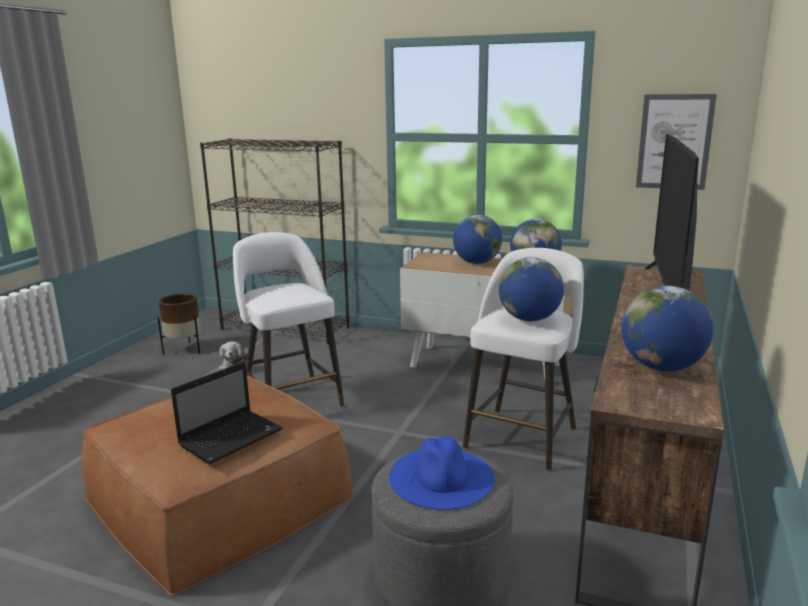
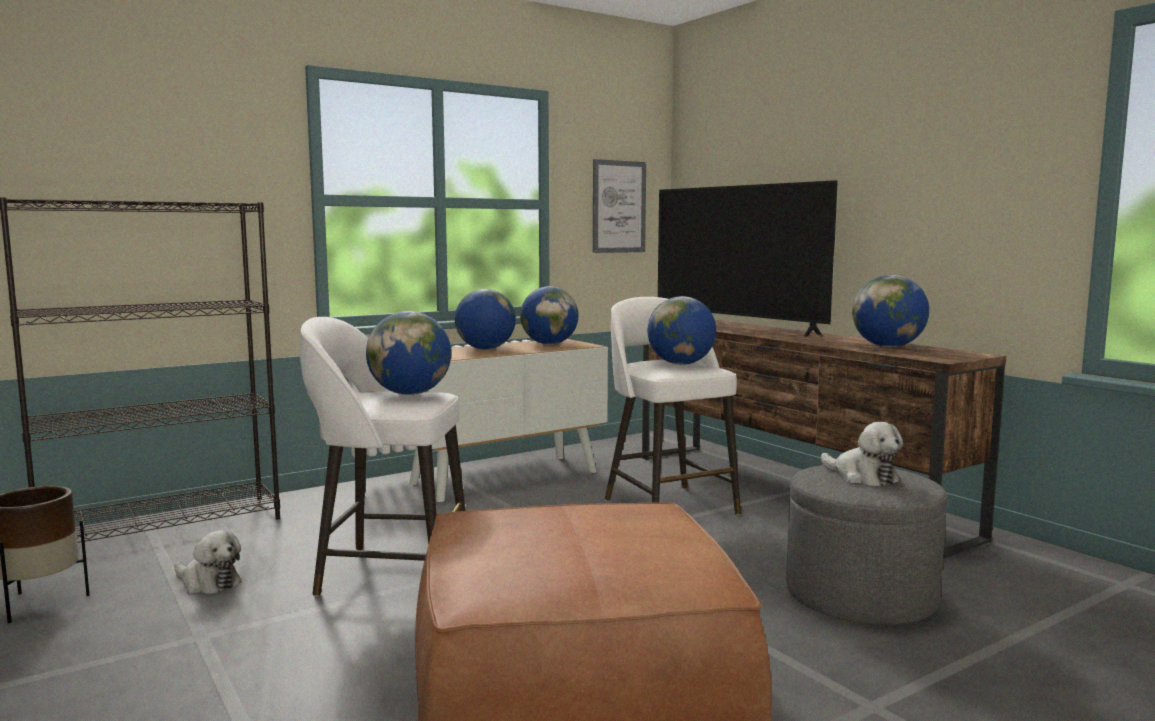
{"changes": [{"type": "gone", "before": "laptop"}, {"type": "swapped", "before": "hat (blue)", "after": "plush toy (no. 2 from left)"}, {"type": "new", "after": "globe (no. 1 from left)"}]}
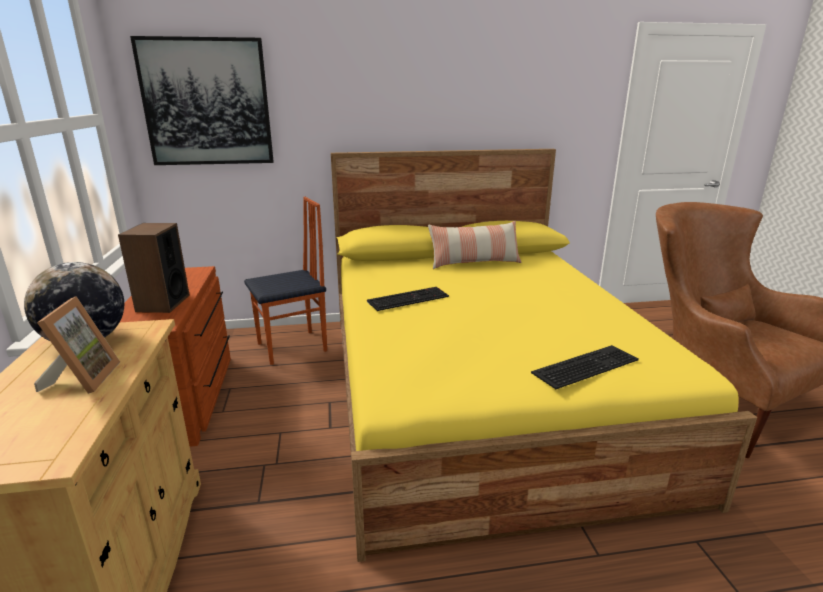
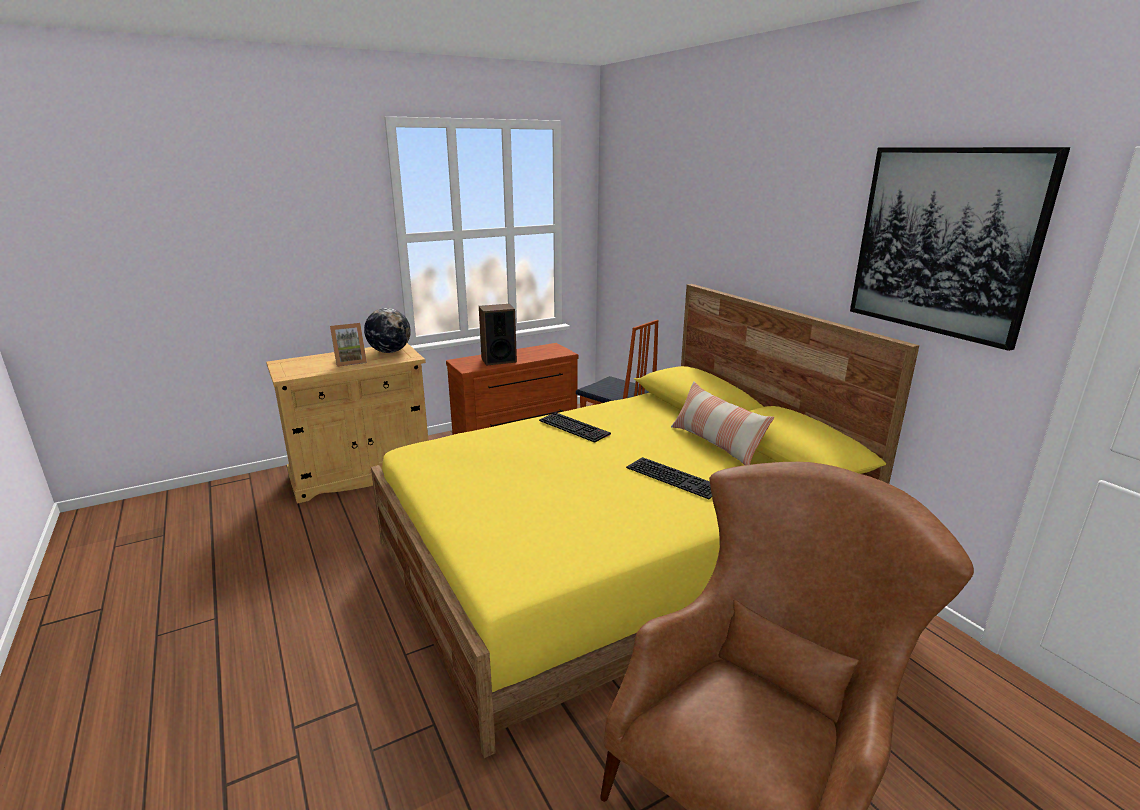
{"changes": [{"type": "shifted", "before": "picture"}, {"type": "shifted", "before": "keyboard (no. 2 from left)"}]}
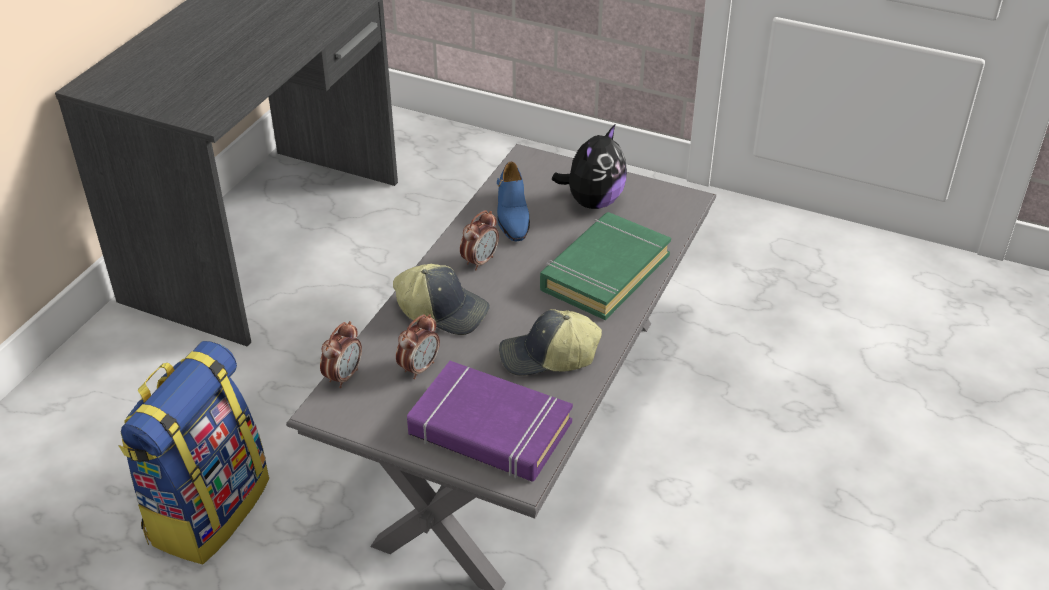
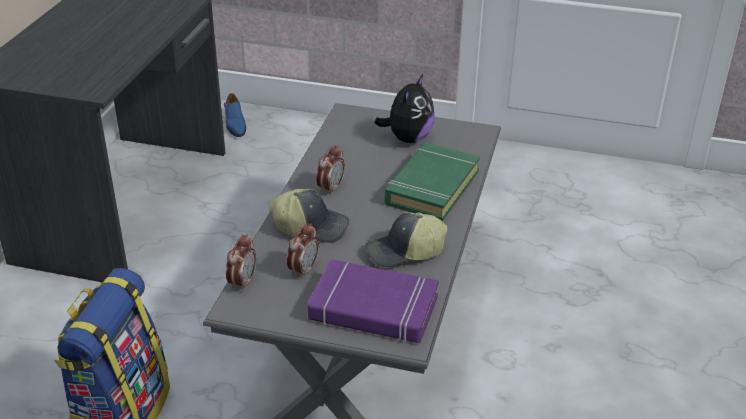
{"changes": [{"type": "shifted", "before": "shoe (blue)"}]}
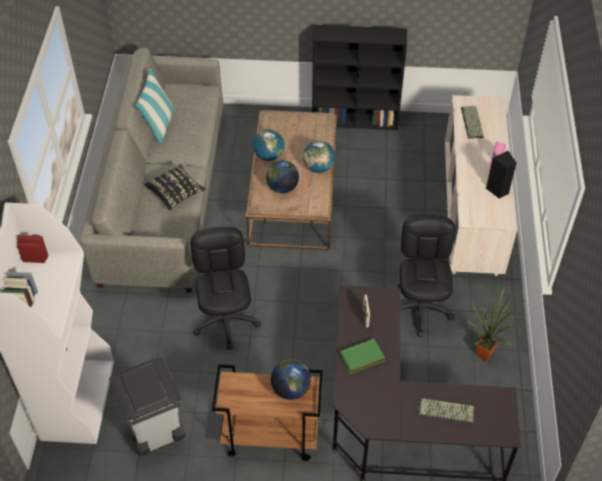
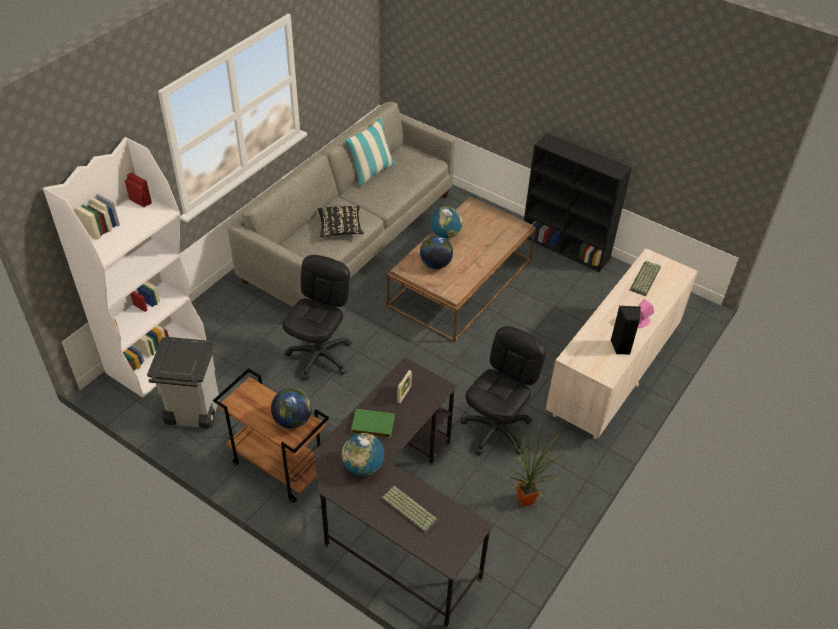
{"changes": [{"type": "shifted", "before": "globe (no. 4 from left in the first image)", "after": "globe (no. 2 from left)"}]}
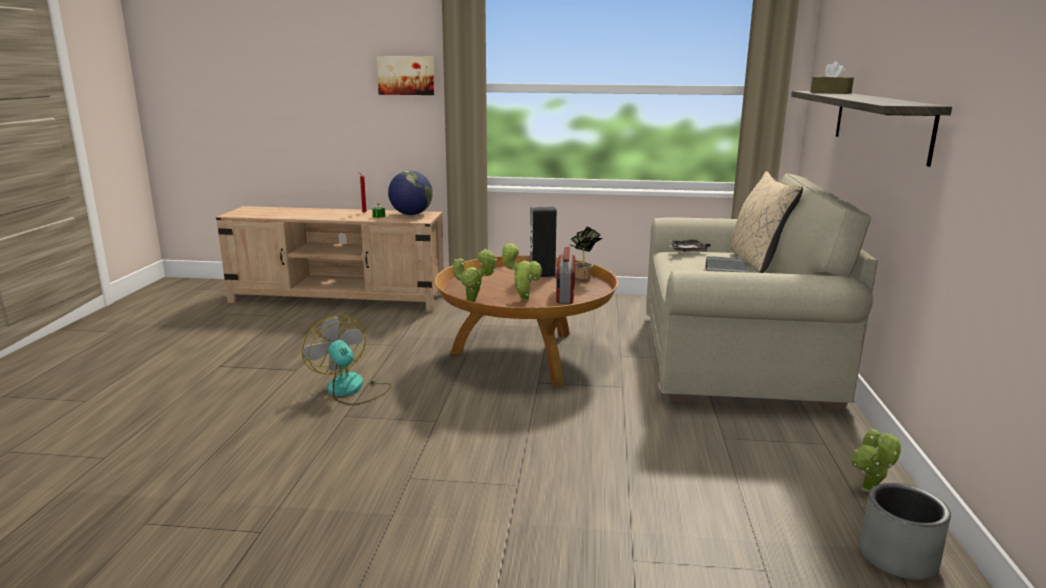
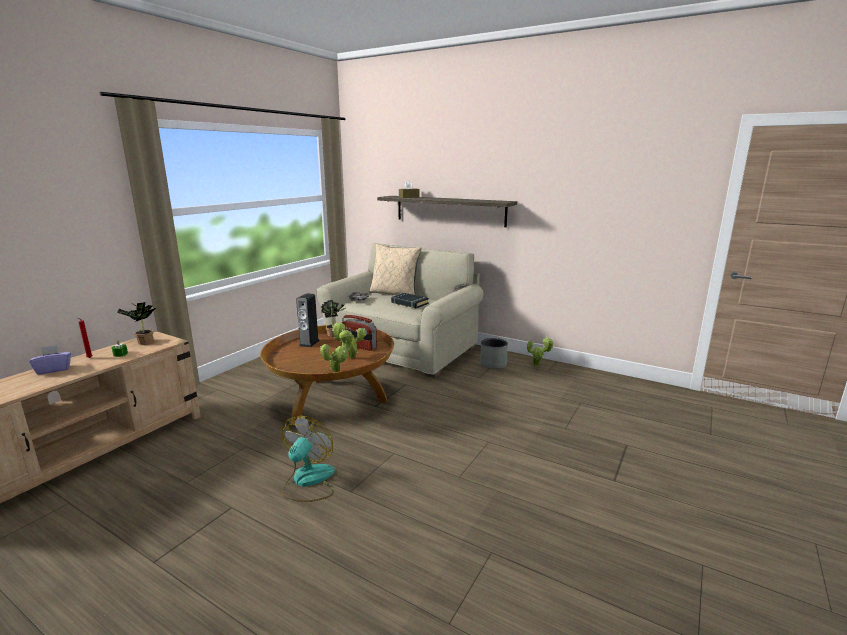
{"changes": [{"type": "rotated", "before": "fan", "turn": 120}, {"type": "gone", "before": "picture"}, {"type": "swapped", "before": "globe", "after": "potted plant (no. 1 from left)"}, {"type": "shifted", "before": "planter (grey)"}, {"type": "new", "after": "tissue box (purple)"}]}
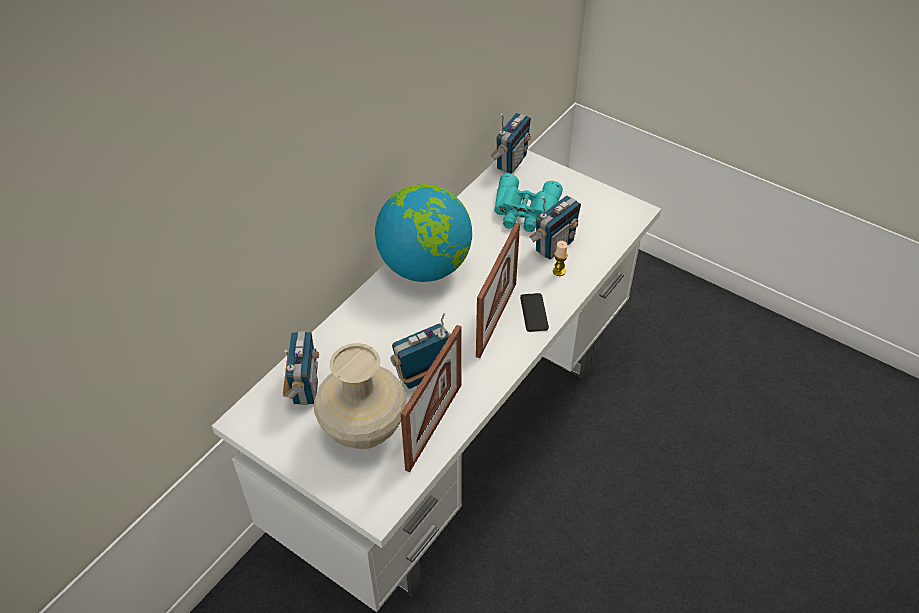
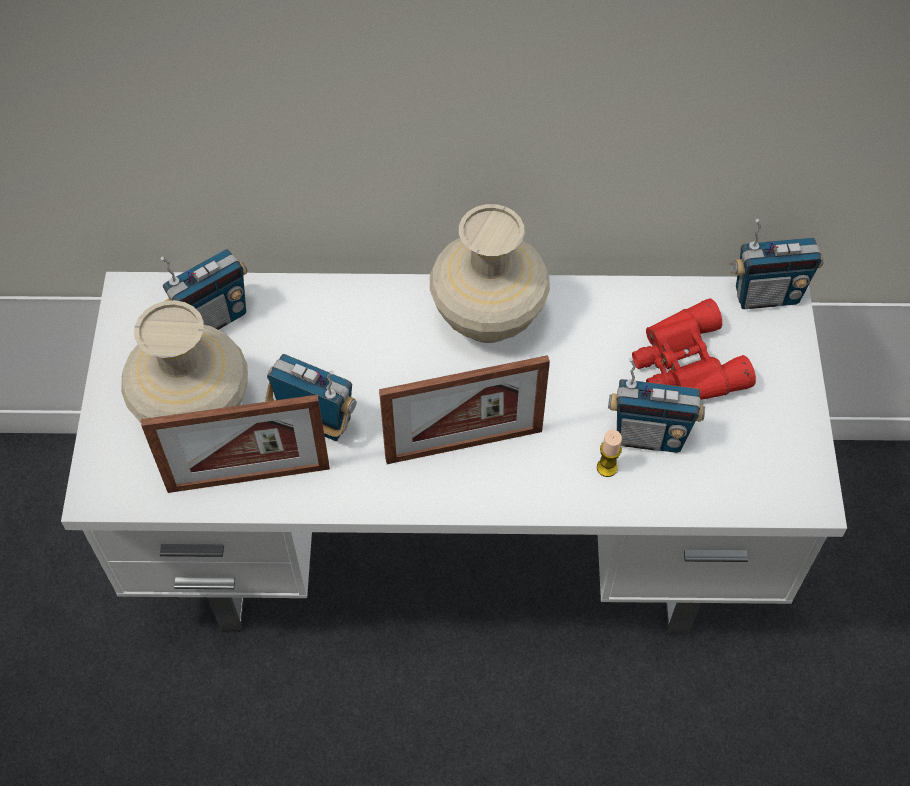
{"changes": [{"type": "swapped", "before": "globe", "after": "vase (beige) (no. 2 from left)"}, {"type": "repainted", "before": "binoculars (turquoise)", "after": "binoculars (red)"}, {"type": "gone", "before": "phone"}]}
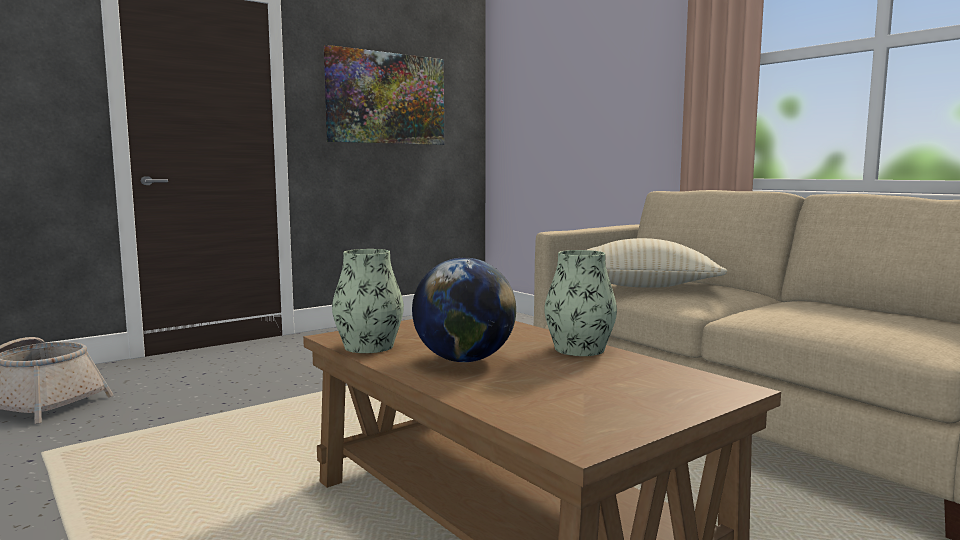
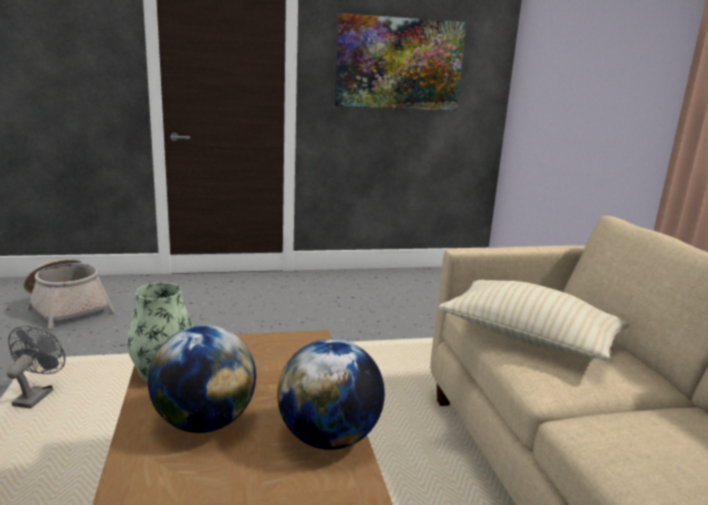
{"changes": [{"type": "swapped", "before": "vase (no. 2 from left)", "after": "globe (no. 2 from left)"}, {"type": "new", "after": "fan (grey)"}]}
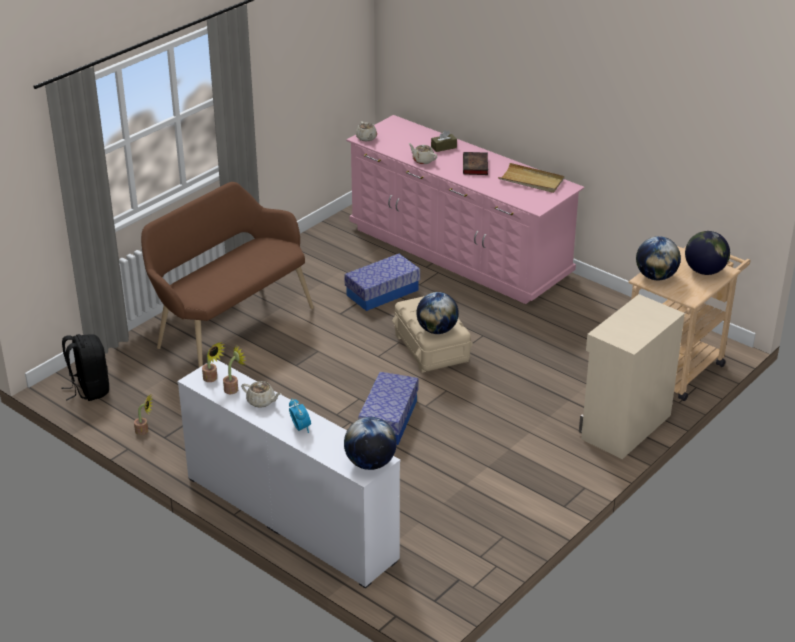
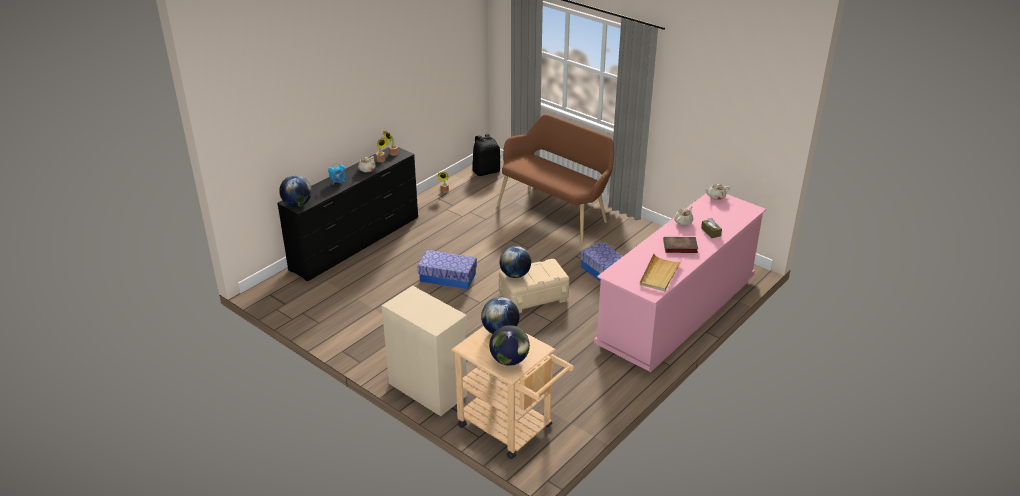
{"changes": [{"type": "repainted", "before": "dresser (white)", "after": "dresser (black)"}]}
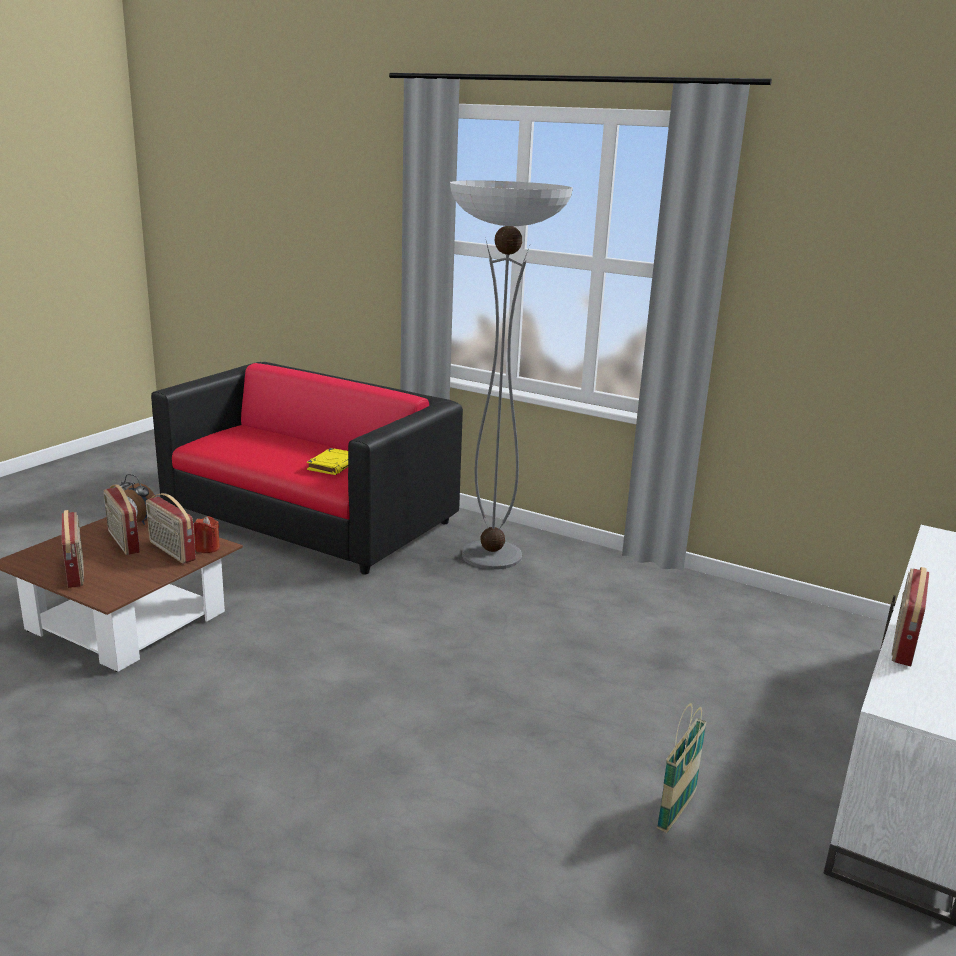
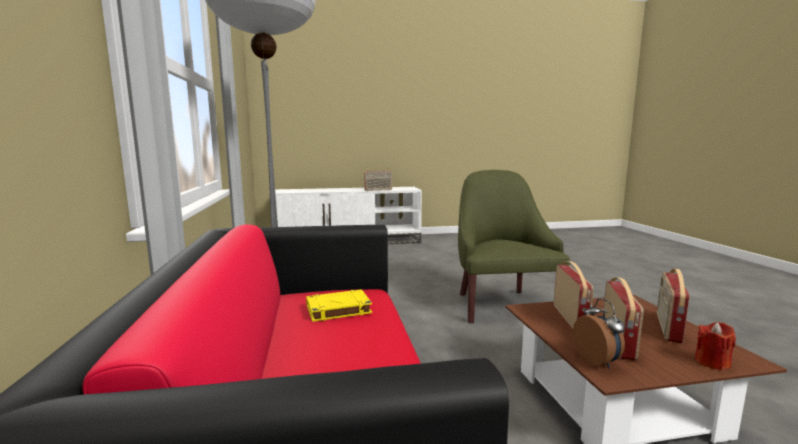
{"changes": [{"type": "shifted", "before": "candle (red)"}, {"type": "gone", "before": "basket"}, {"type": "new", "after": "armchair (green)"}]}
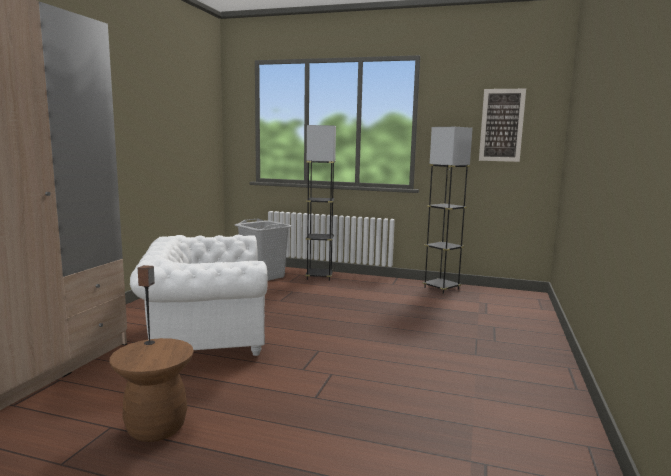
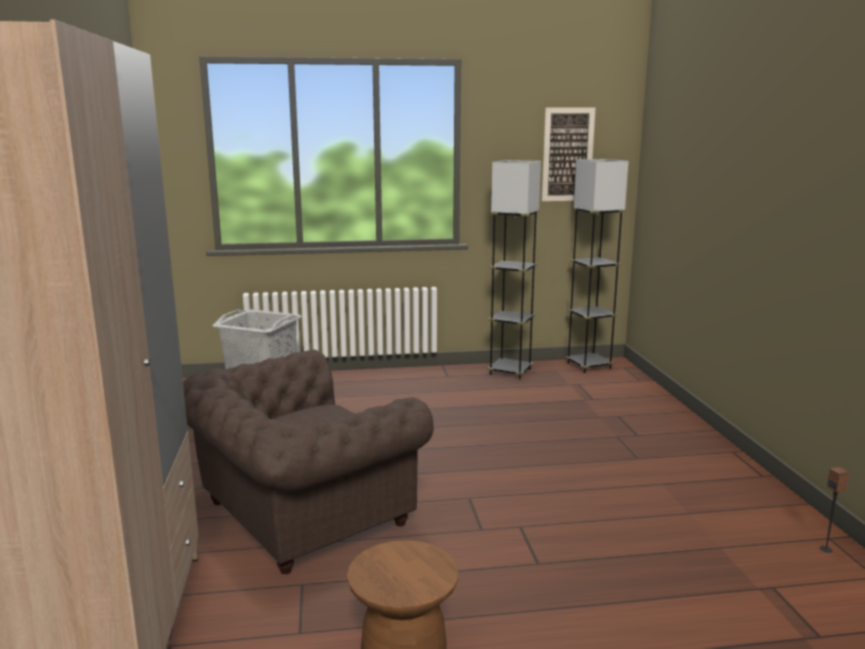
{"changes": [{"type": "repainted", "before": "armchair (white)", "after": "armchair (brown)"}, {"type": "shifted", "before": "speaker"}, {"type": "shifted", "before": "floor lamp (grey) (no. 1 from left in the first image)", "after": "floor lamp (grey) (no. 2 from left)"}]}
